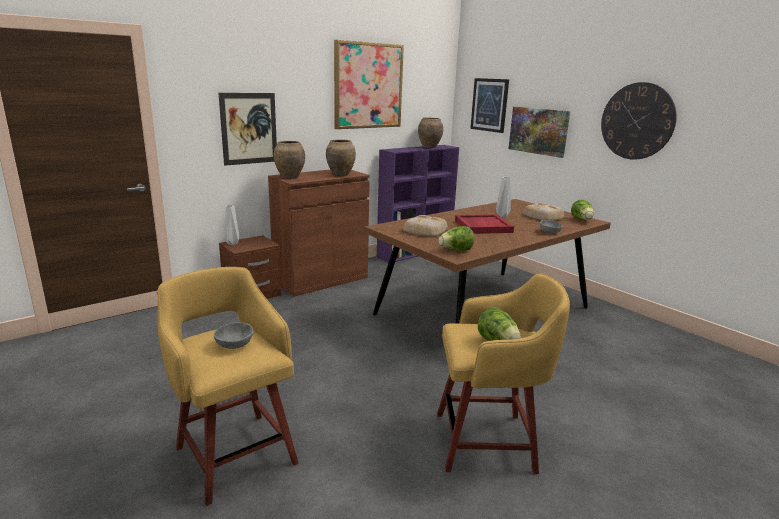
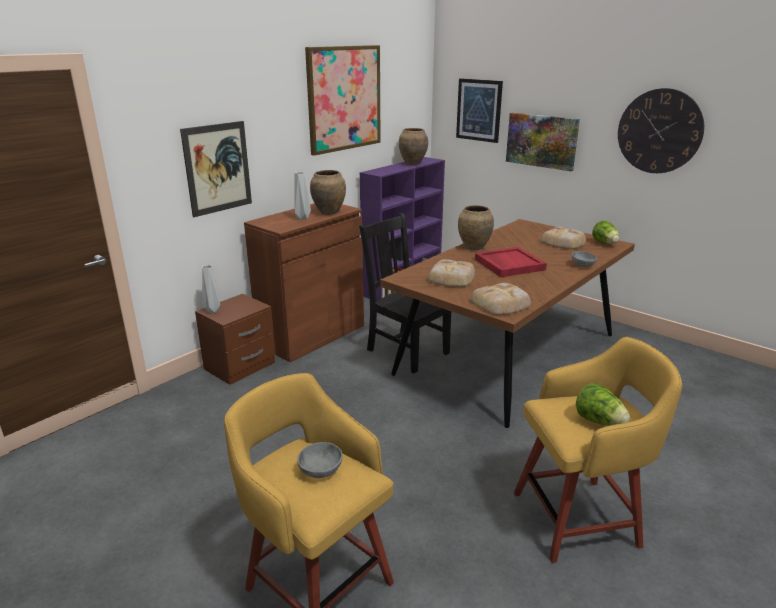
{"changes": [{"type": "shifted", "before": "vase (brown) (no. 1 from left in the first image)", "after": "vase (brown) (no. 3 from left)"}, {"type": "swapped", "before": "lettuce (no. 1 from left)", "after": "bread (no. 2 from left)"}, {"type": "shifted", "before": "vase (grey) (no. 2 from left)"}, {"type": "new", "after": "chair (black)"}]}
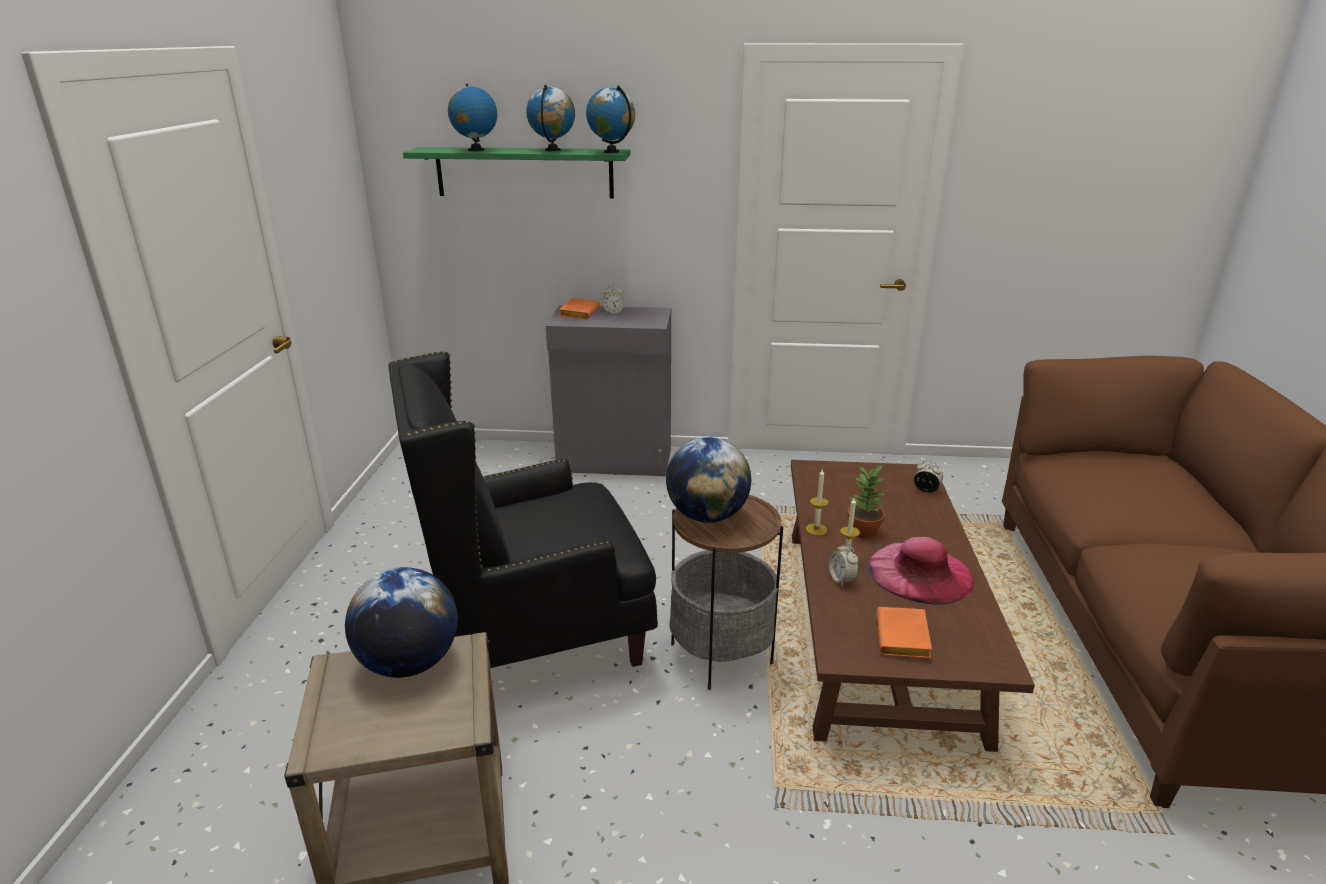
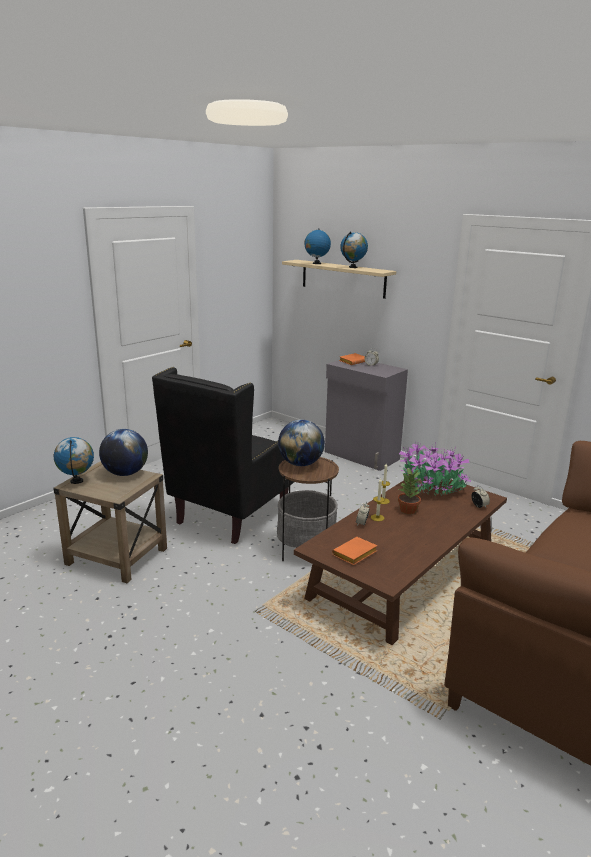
{"changes": [{"type": "rotated", "before": "armchair (black)", "turn": -75}, {"type": "repainted", "before": "shelf (green)", "after": "shelf (beige)"}, {"type": "shifted", "before": "globe (no. 4 from left in the first image)", "after": "globe (no. 1 from left)"}, {"type": "gone", "before": "hat (pink)"}, {"type": "new", "after": "potted plant (no. 2 from left)"}]}
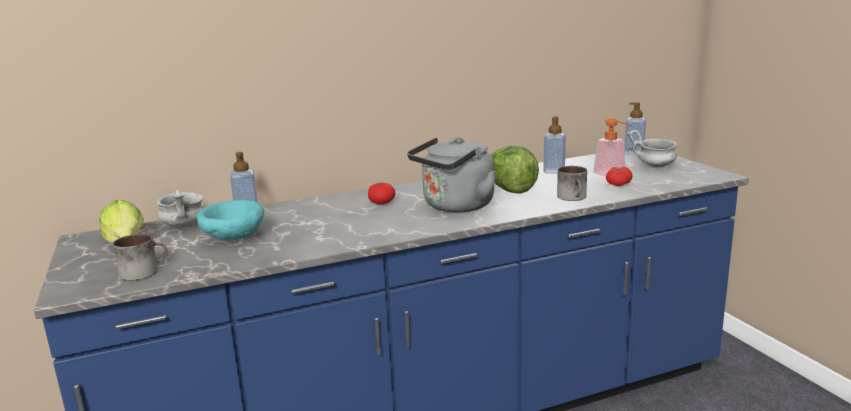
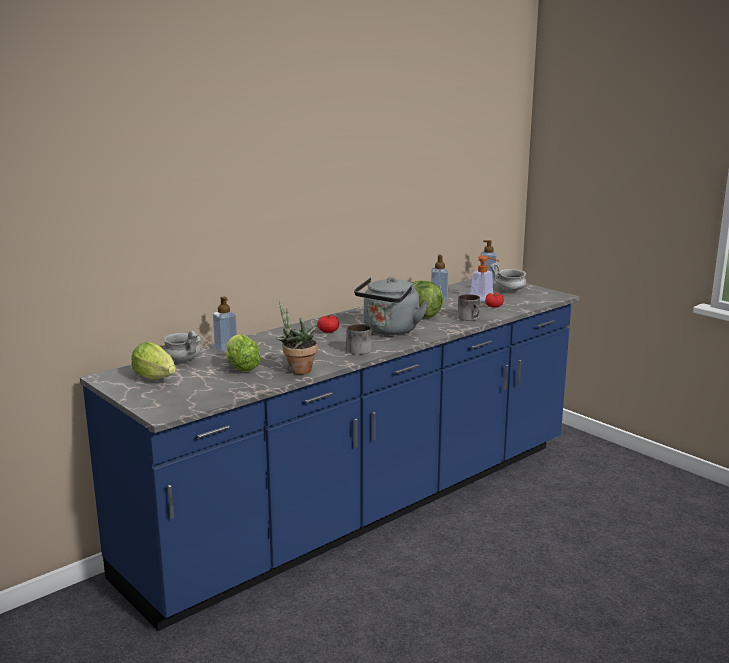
{"changes": [{"type": "shifted", "before": "mug (no. 1 from left)"}, {"type": "swapped", "before": "bowl (turquoise)", "after": "lettuce (no. 2 from left)"}, {"type": "new", "after": "potted plant"}]}
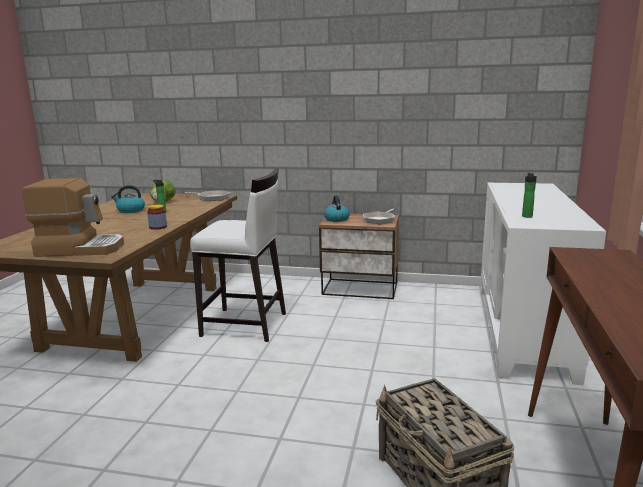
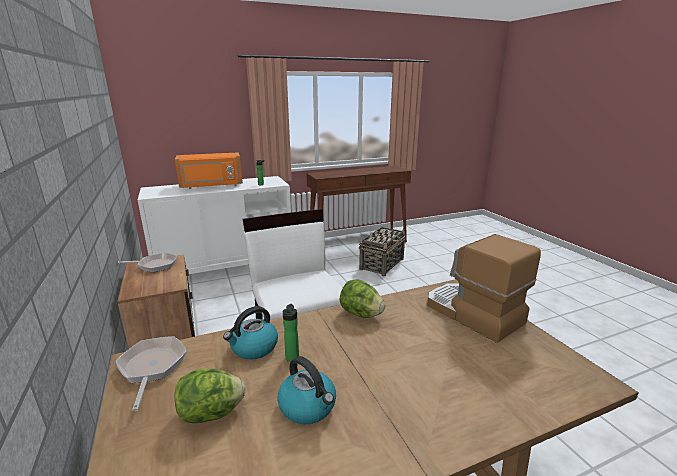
{"changes": [{"type": "swapped", "before": "jar", "after": "lettuce (no. 2 from left)"}, {"type": "shifted", "before": "kettle (no. 2 from left in the first image)", "after": "kettle (no. 1 from left)"}, {"type": "new", "after": "microwave (orange)"}]}
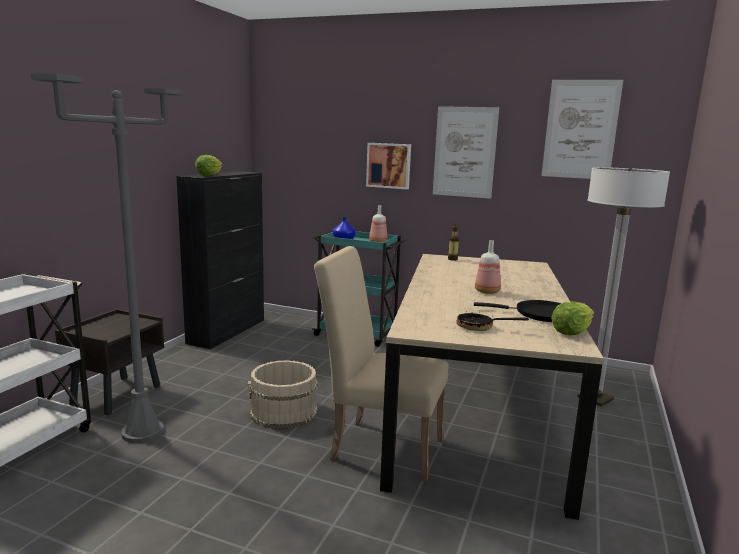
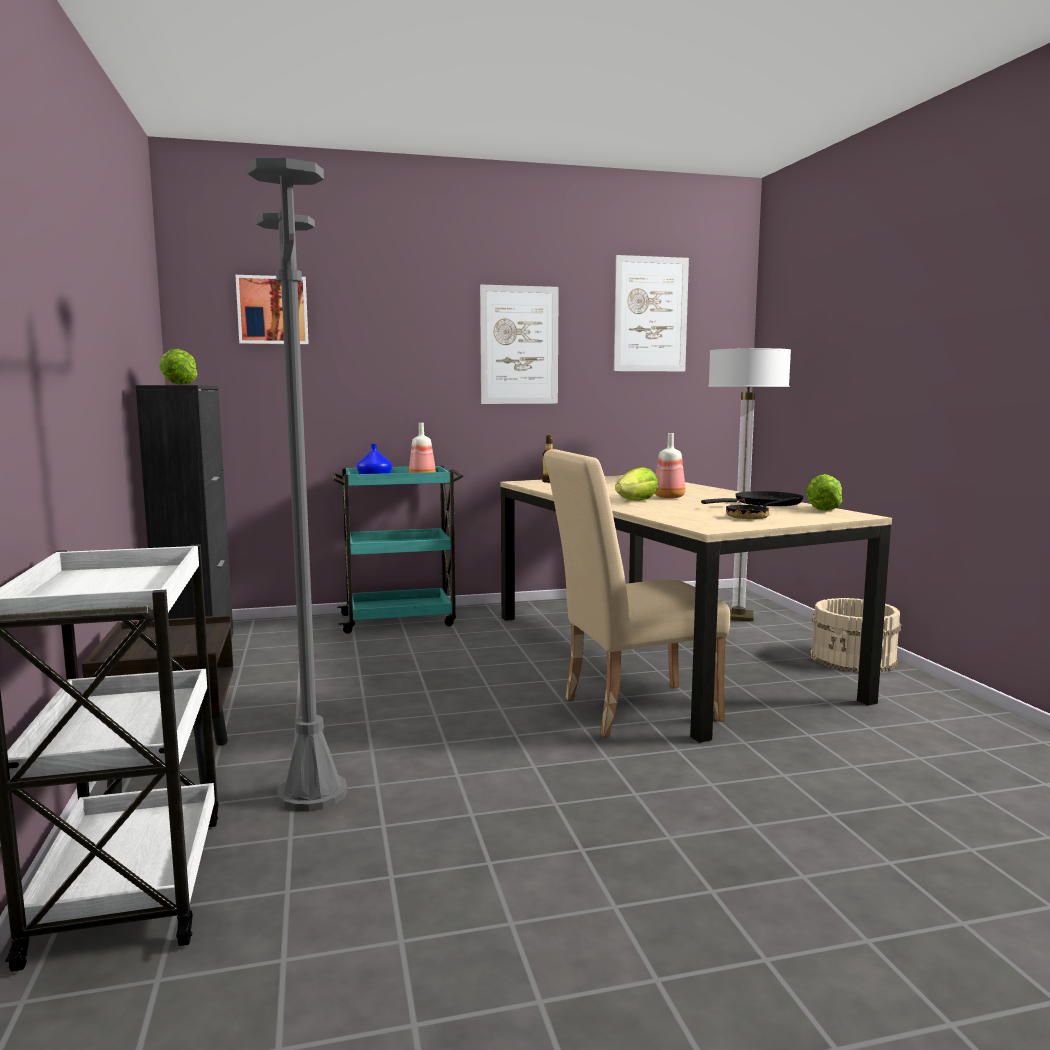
{"changes": [{"type": "shifted", "before": "bucket (beige)"}, {"type": "shifted", "before": "picture (no. 1 from left)"}, {"type": "new", "after": "lettuce (no. 2 from left)"}]}
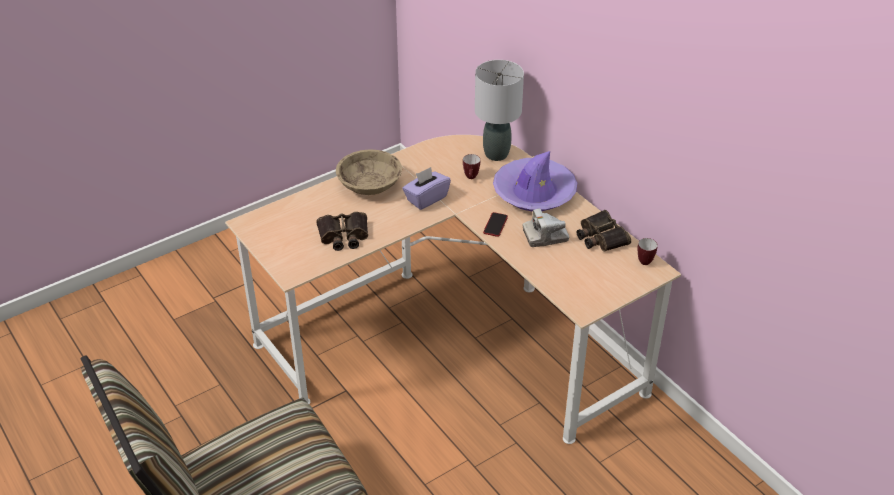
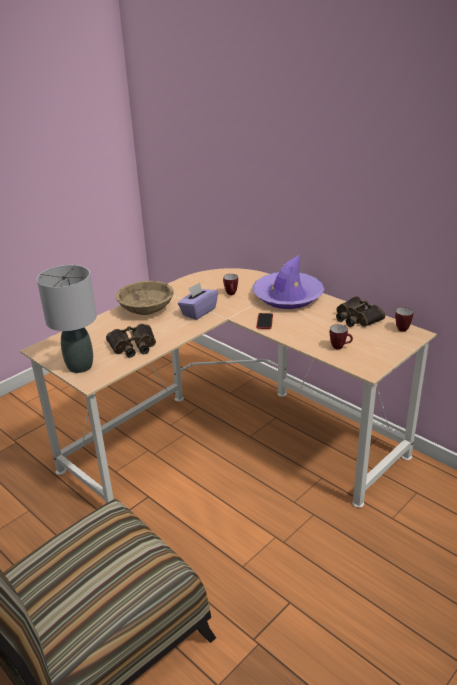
{"changes": [{"type": "shifted", "before": "table lamp (grey)"}, {"type": "gone", "before": "photo camera"}, {"type": "new", "after": "mug (no. 2 from left)"}]}
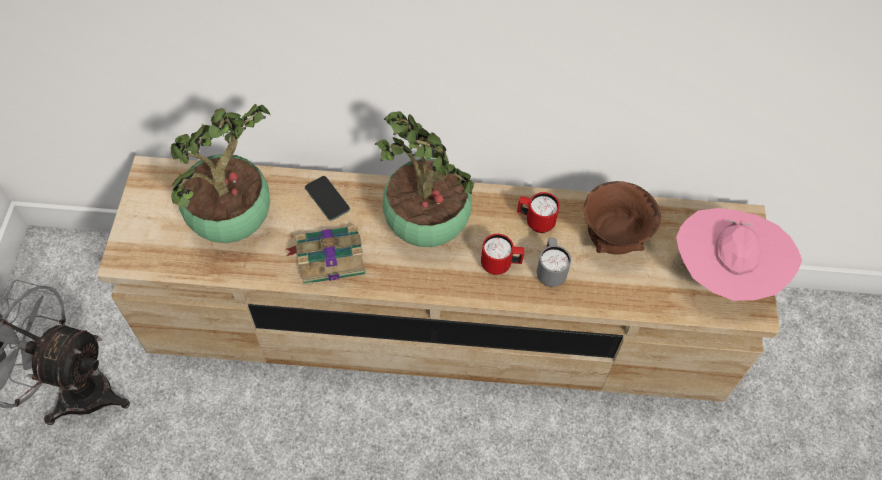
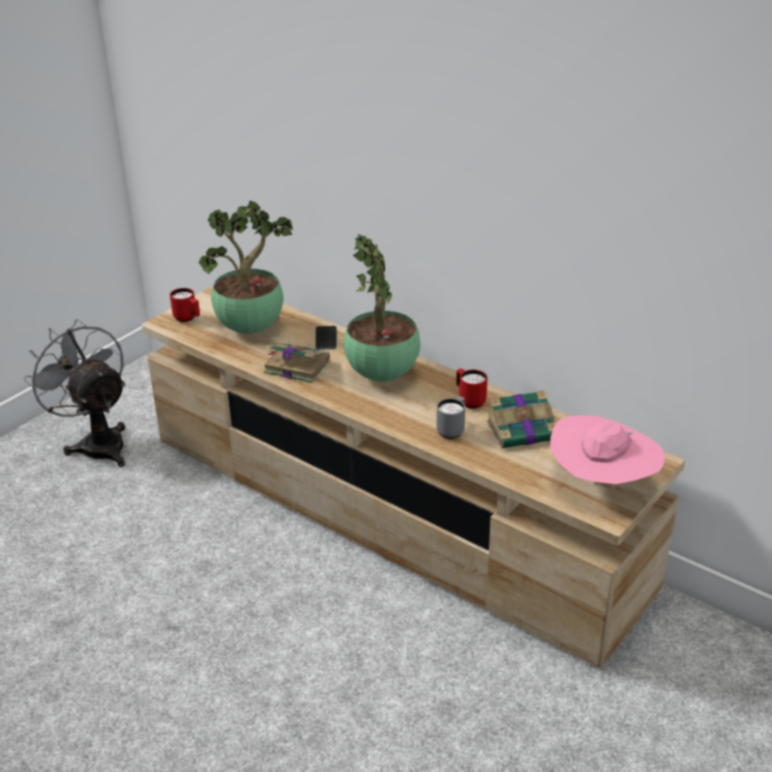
{"changes": [{"type": "shifted", "before": "mug (red) (no. 1 from left)"}, {"type": "swapped", "before": "bowl (brown)", "after": "book (no. 2 from left)"}]}
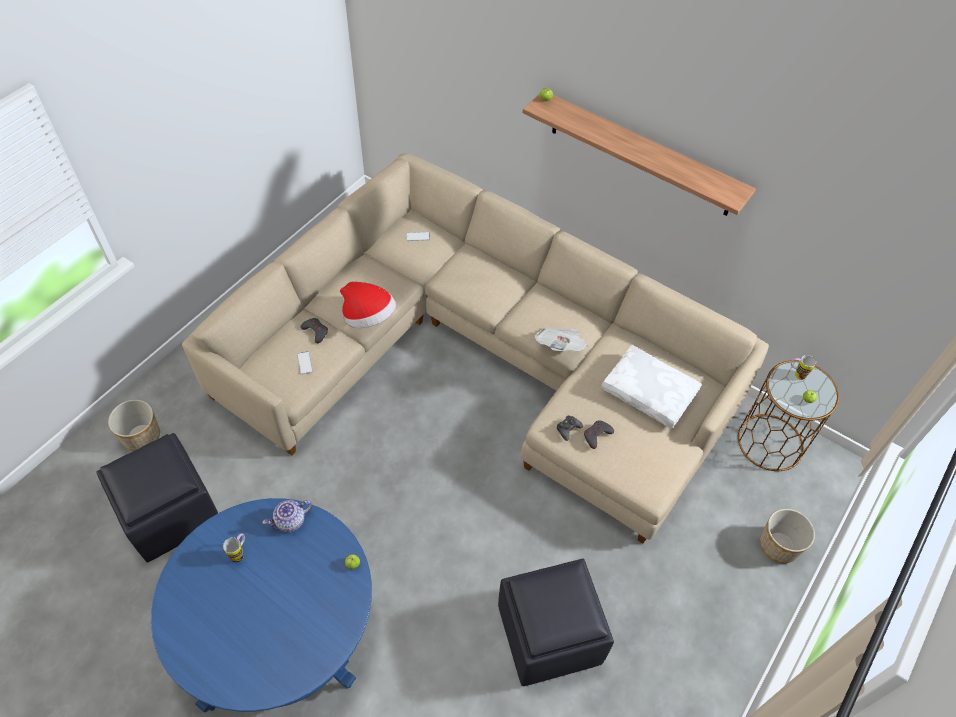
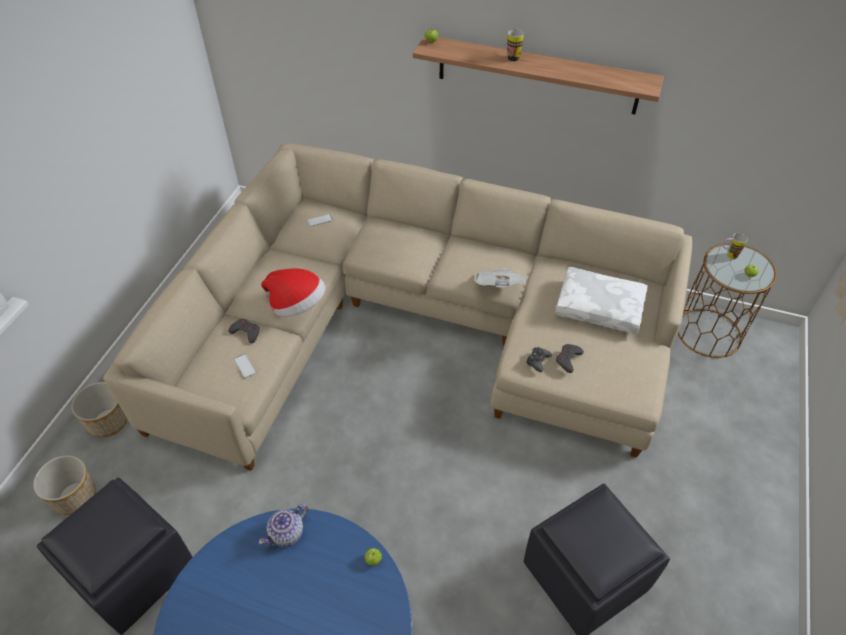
{"changes": [{"type": "shifted", "before": "mug (no. 1 from left)"}, {"type": "shifted", "before": "planter (no. 2 from left)"}]}
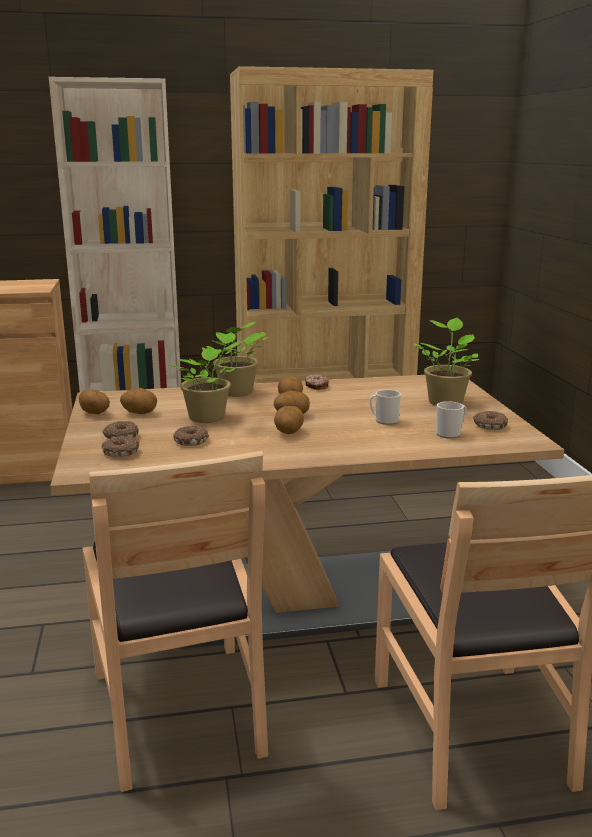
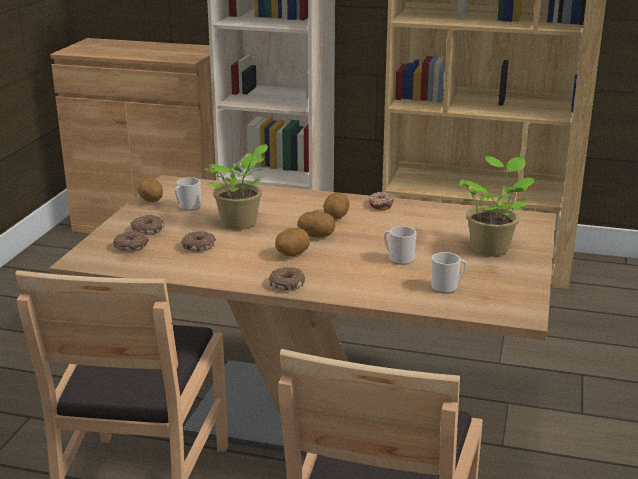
{"changes": [{"type": "swapped", "before": "potato (no. 2 from left)", "after": "mug (no. 1 from left)"}, {"type": "gone", "before": "potted plant (no. 2 from left)"}, {"type": "shifted", "before": "donut (no. 5 from left in the first image)", "after": "donut (no. 4 from left)"}]}
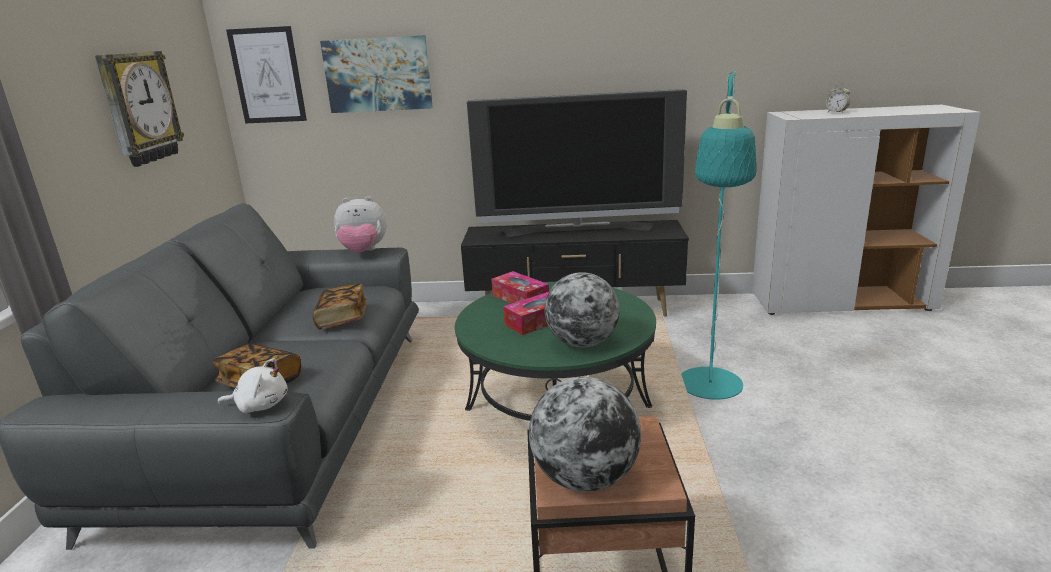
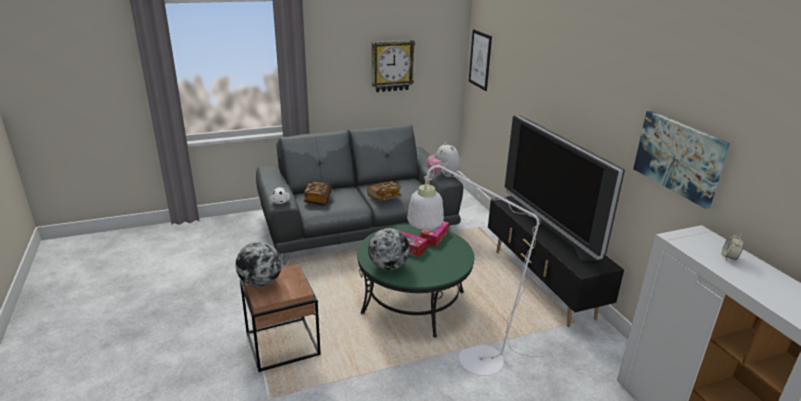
{"changes": [{"type": "shifted", "before": "picture (no. 2 from left)"}, {"type": "repainted", "before": "floor lamp (turquoise)", "after": "floor lamp (white)"}]}
